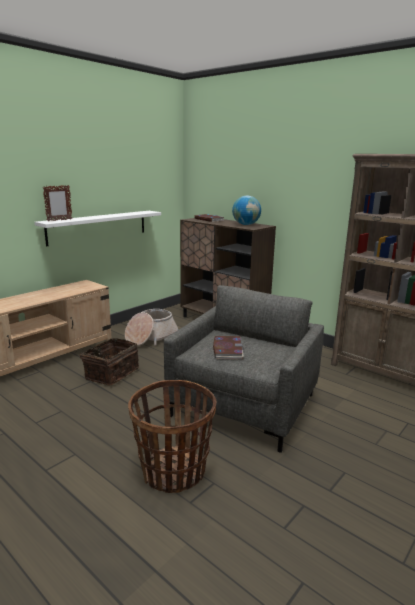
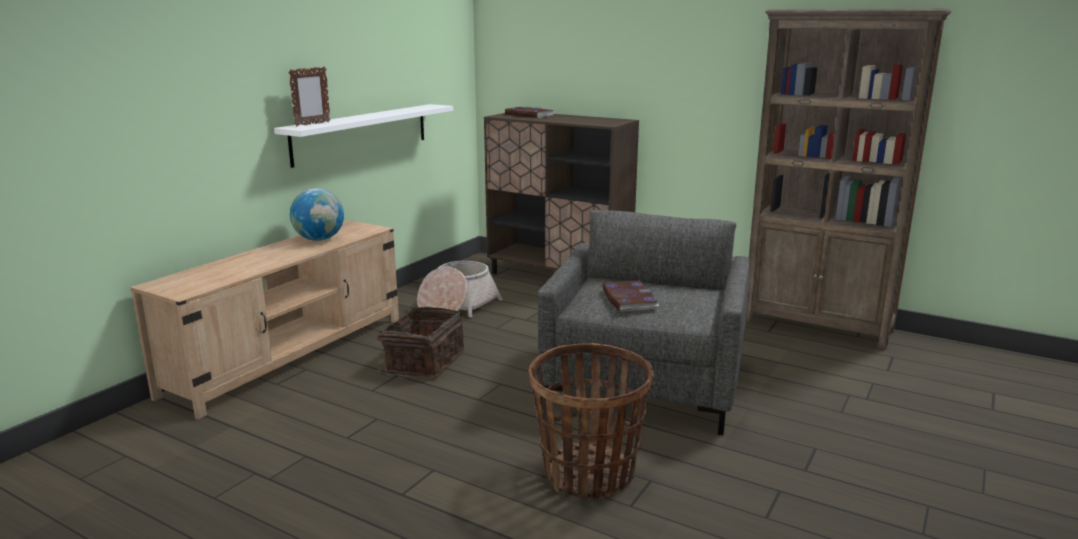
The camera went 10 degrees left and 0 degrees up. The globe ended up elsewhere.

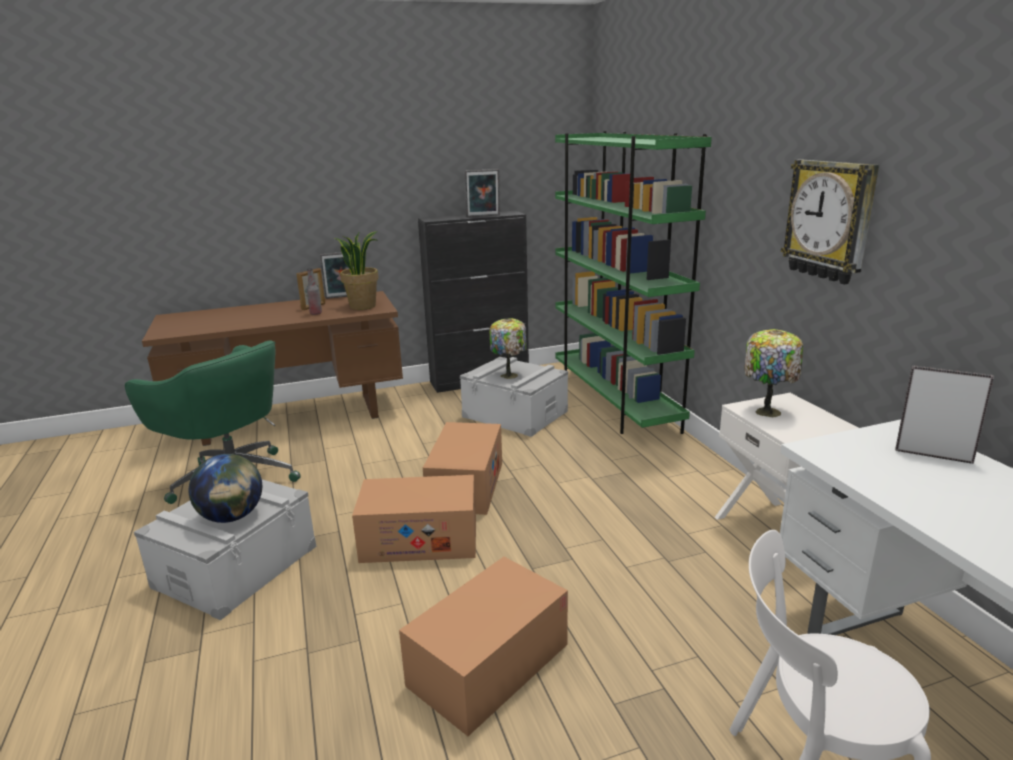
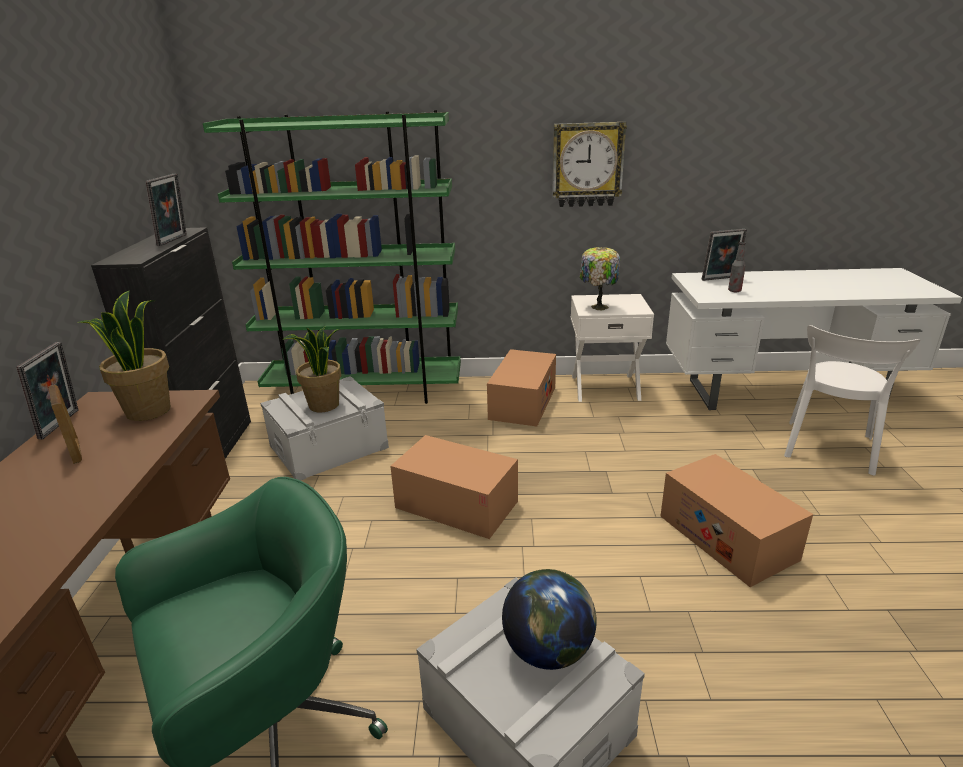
The camera went 70 degrees left and 5 degrees up. The bottle ended up elsewhere. Where the table lamp (1st from left) stood, the plant in a pot (2nd from left) came to stand. The standing frame (4th from left) ended up facing another way, 150 degrees counterclockwise from before. The carton (1st from left in the first image) ended up elsewhere.

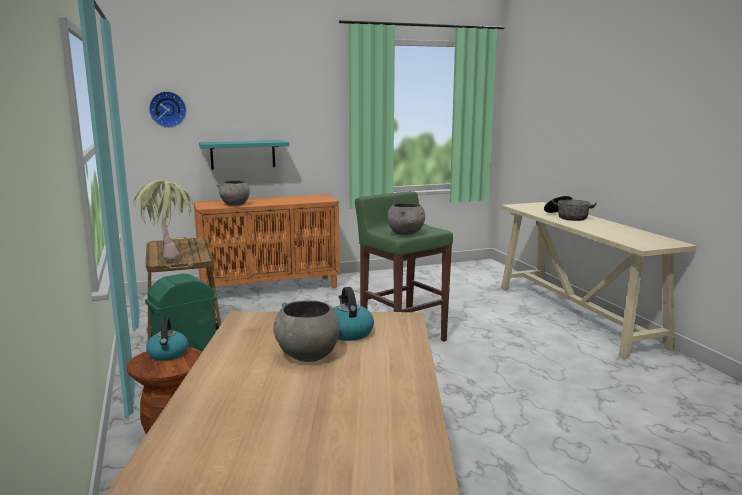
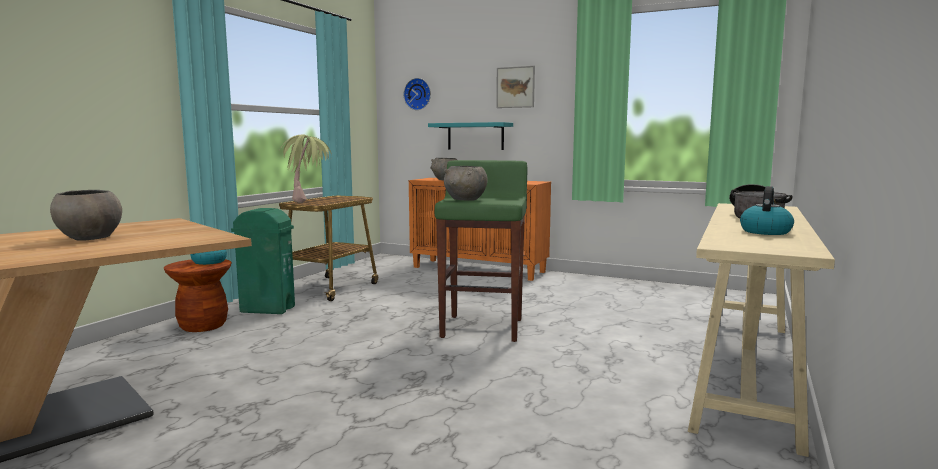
The camera went 45 degrees right and 5 degrees down. The water kettle (2nd from left) ended up elsewhere. The second view gained the wall art.

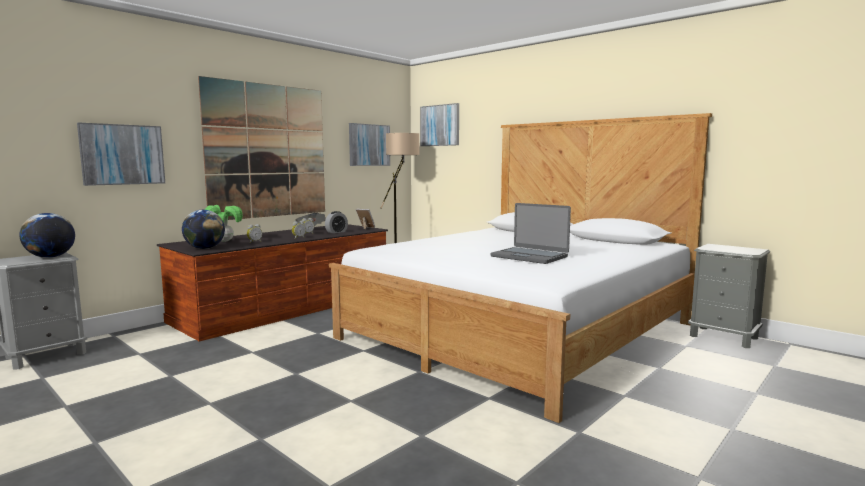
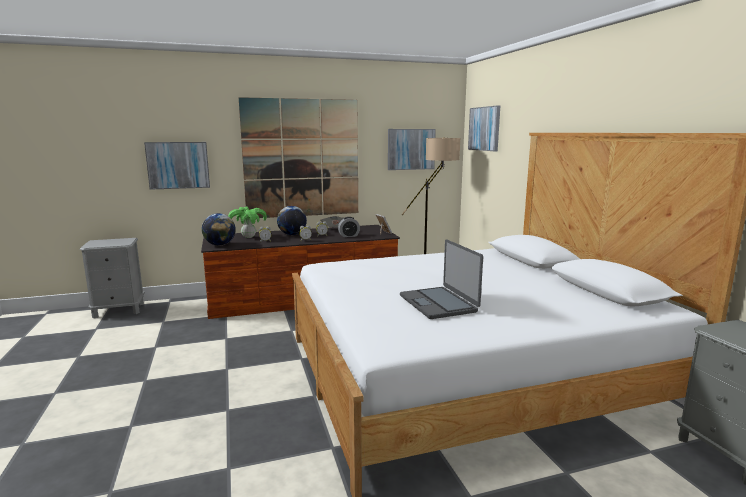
The camera went 30 degrees right and 5 degrees up. The globe (1st from left in the first image) ended up elsewhere.

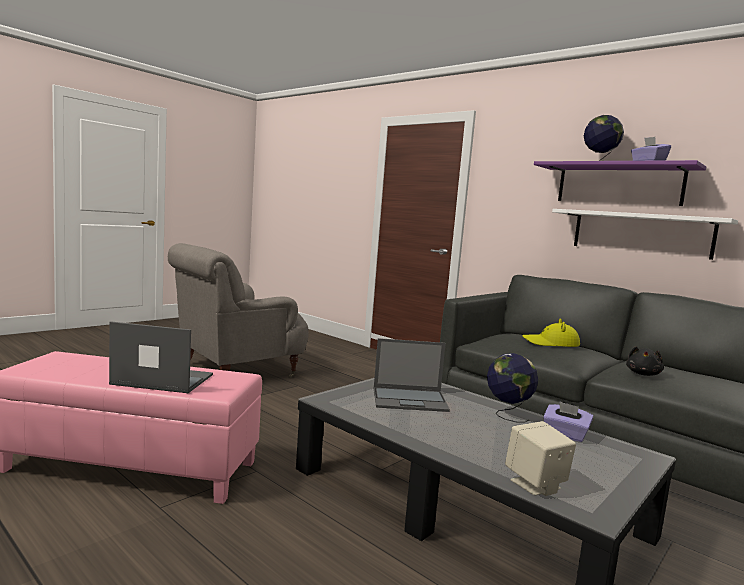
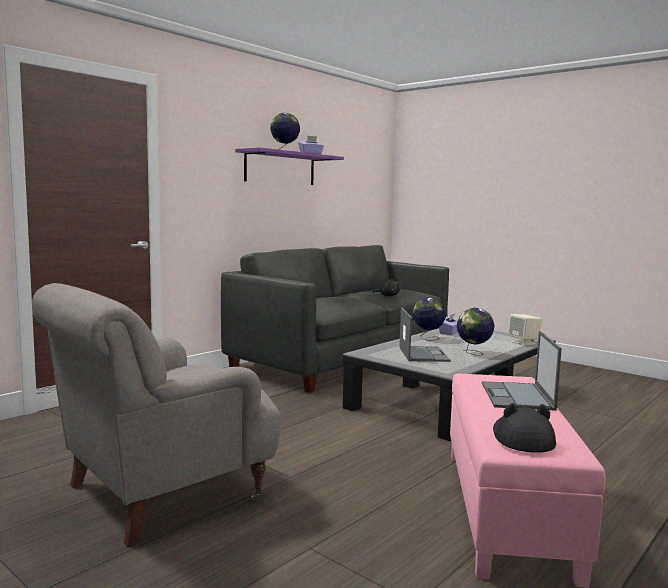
The camera went 90 degrees left and 0 degrees up. The second view lost the shelf/white. The lounge chair/grey ended up facing another way, 90 degrees clockwise from before. The second view lost the clothing hat/yellow. The second view gained the globe (3rd from left). The second view gained the clothing hat/blackish.

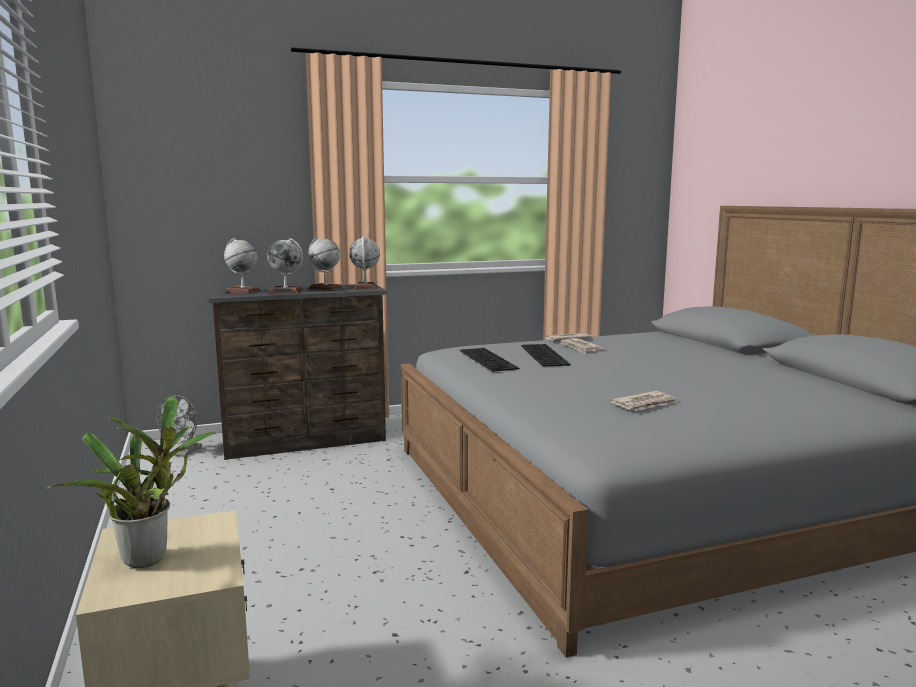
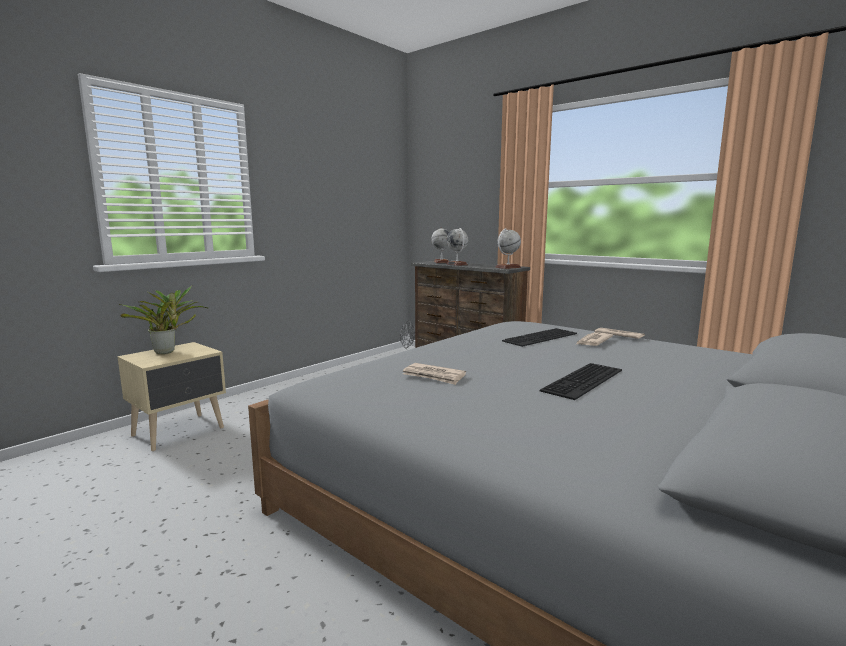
The camera went 60 degrees right and 0 degrees up. The second view lost the globe (3rd from left). The computer keyboard (1st from left in the first image) ended up elsewhere.

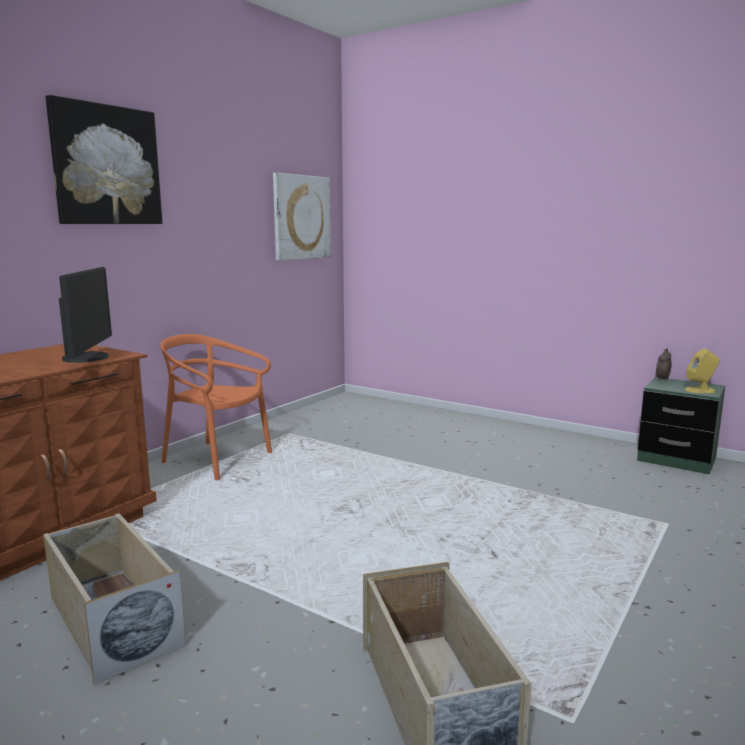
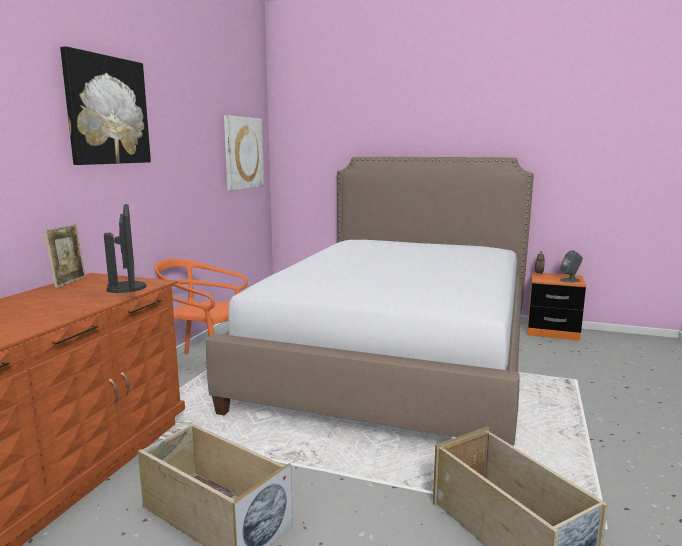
The camera went 15 degrees left and 0 degrees up. What was the loudspeaker/yellow turned into the loudspeaker/grey. What was the nightstand/green-coloured turned into the nightstand/orange-coloured. The second view gained the bed. The second view gained the standing frame.

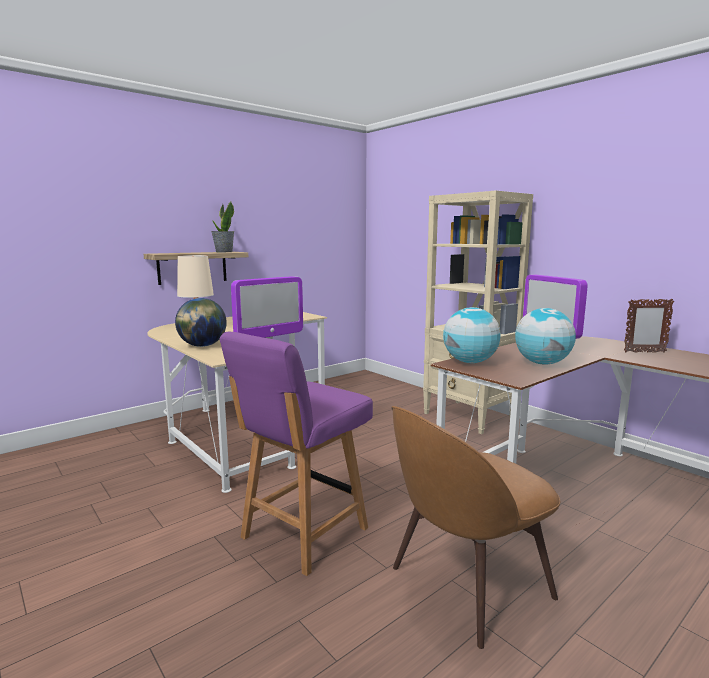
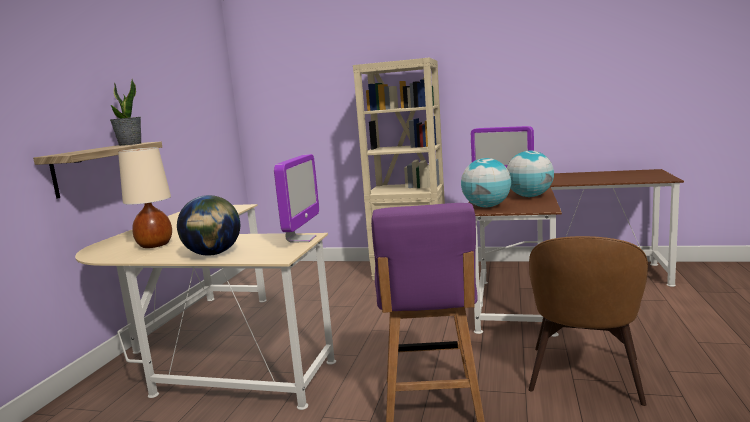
The camera went 35 degrees left and 0 degrees up. The second view lost the standing frame.

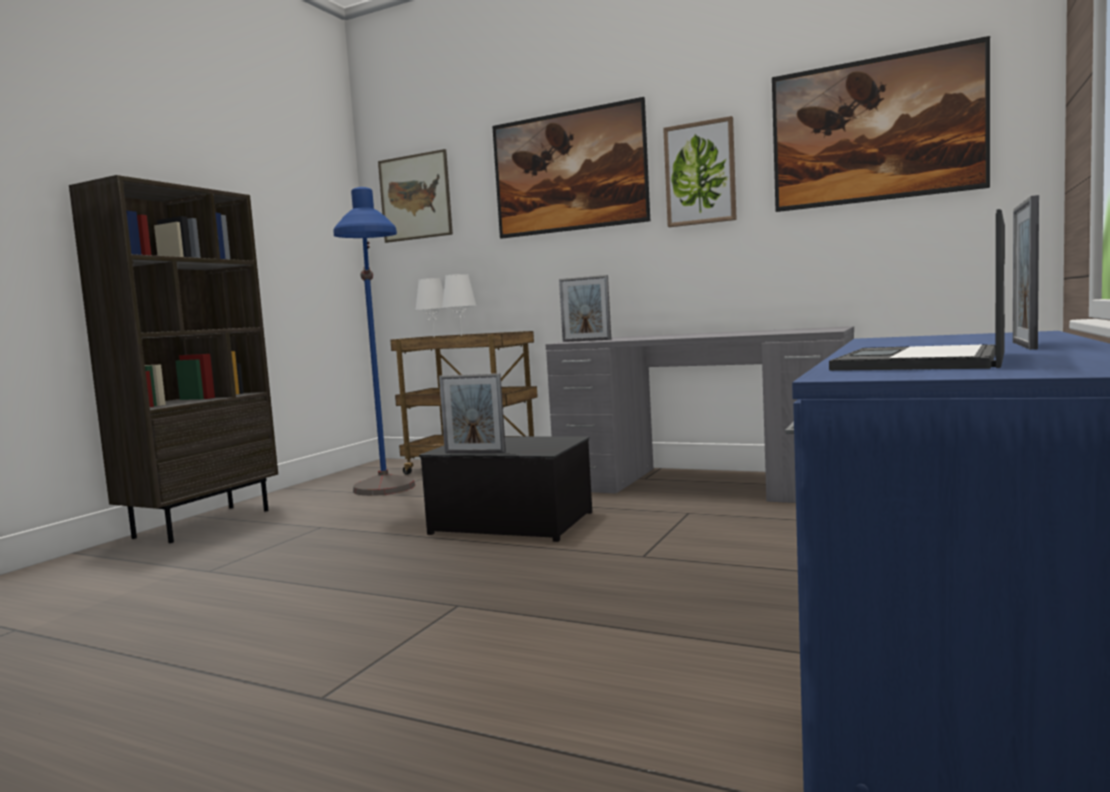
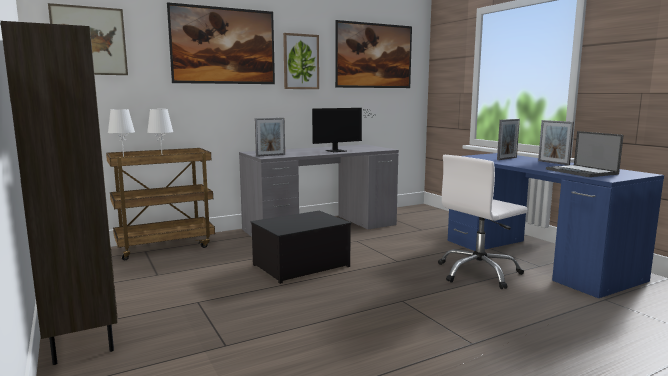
The camera went 55 degrees left and 5 degrees up. The second view lost the standing lamp/blue. The standing frame (1st from left in the first image) ended up elsewhere. The second view gained the computer display. The second view gained the office chair/white.

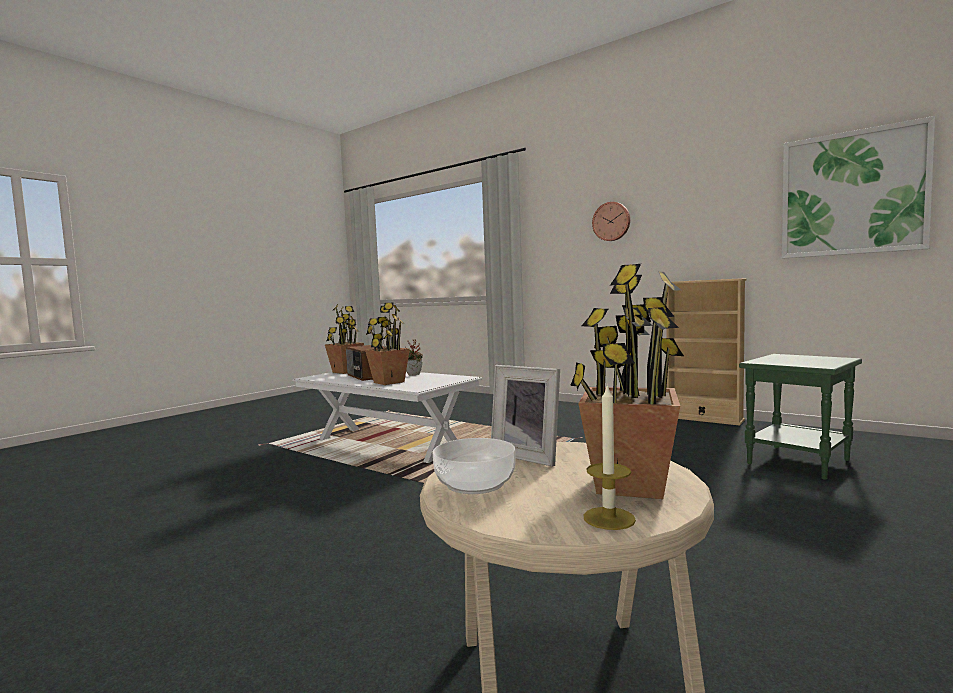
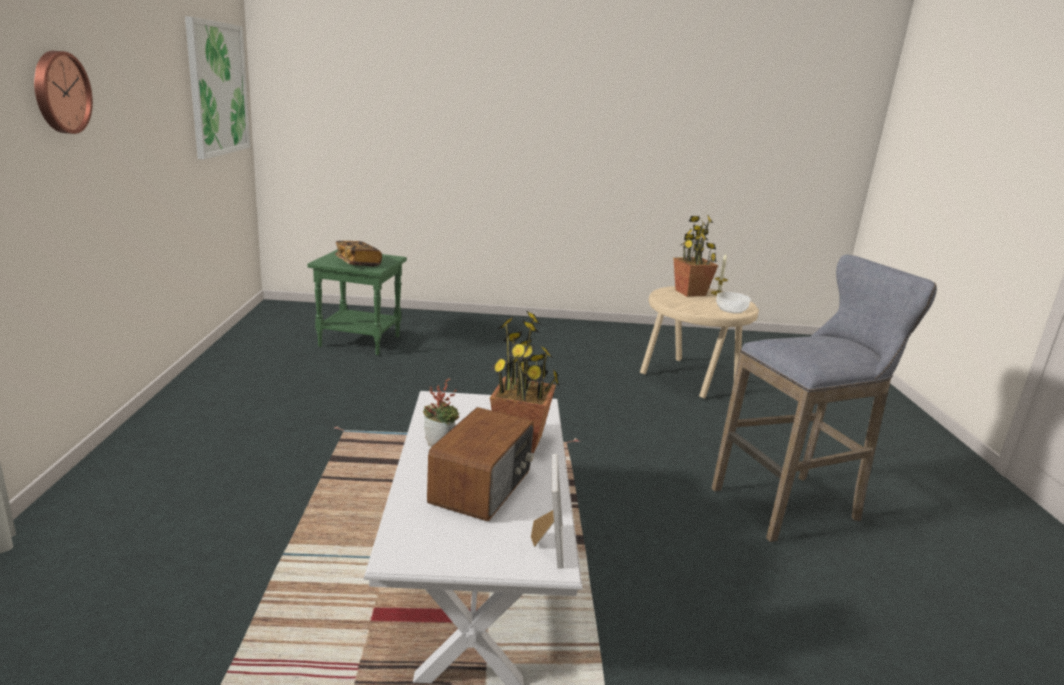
The camera went 130 degrees left and 15 degrees up. The second view lost the bookcase/sand-coloured. The second view lost the plant in a pot (1st from left). The standing frame ended up elsewhere. The second view gained the book. The second view gained the sitting stool/grey.

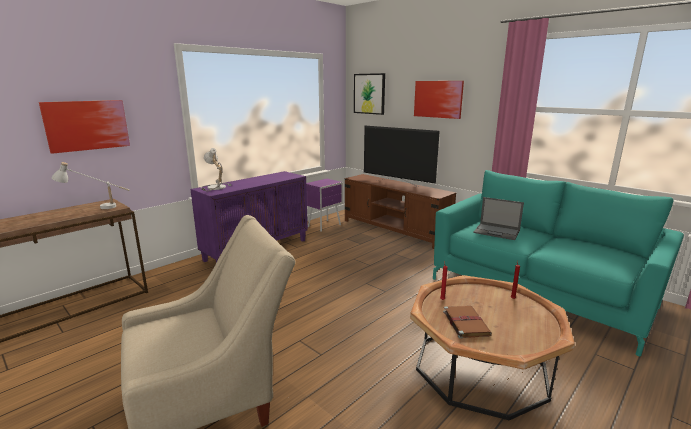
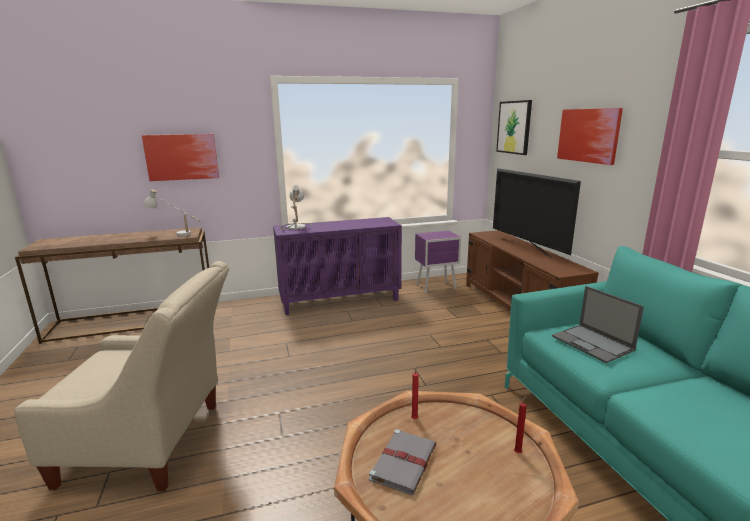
The camera went 30 degrees right and 0 degrees up. What was the book/brownish turned into the book/grey.

